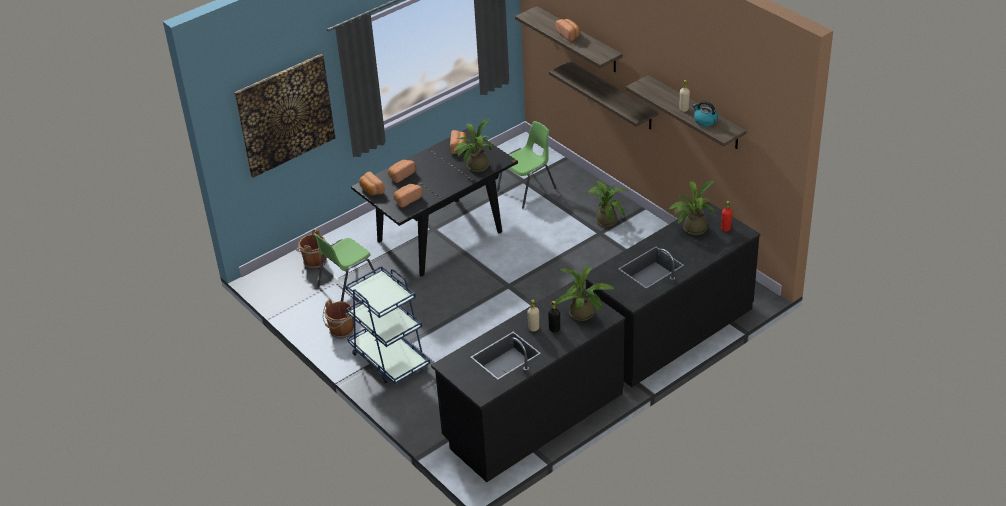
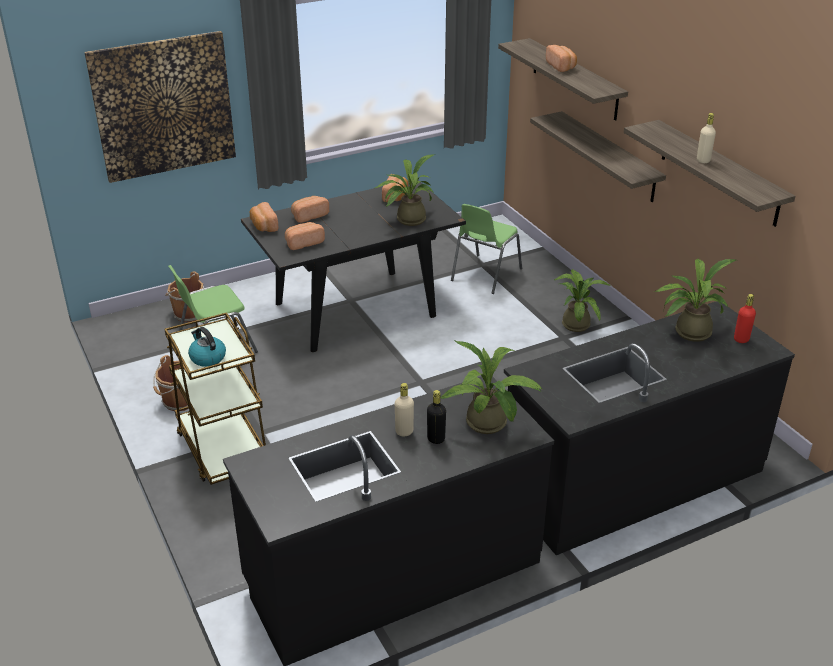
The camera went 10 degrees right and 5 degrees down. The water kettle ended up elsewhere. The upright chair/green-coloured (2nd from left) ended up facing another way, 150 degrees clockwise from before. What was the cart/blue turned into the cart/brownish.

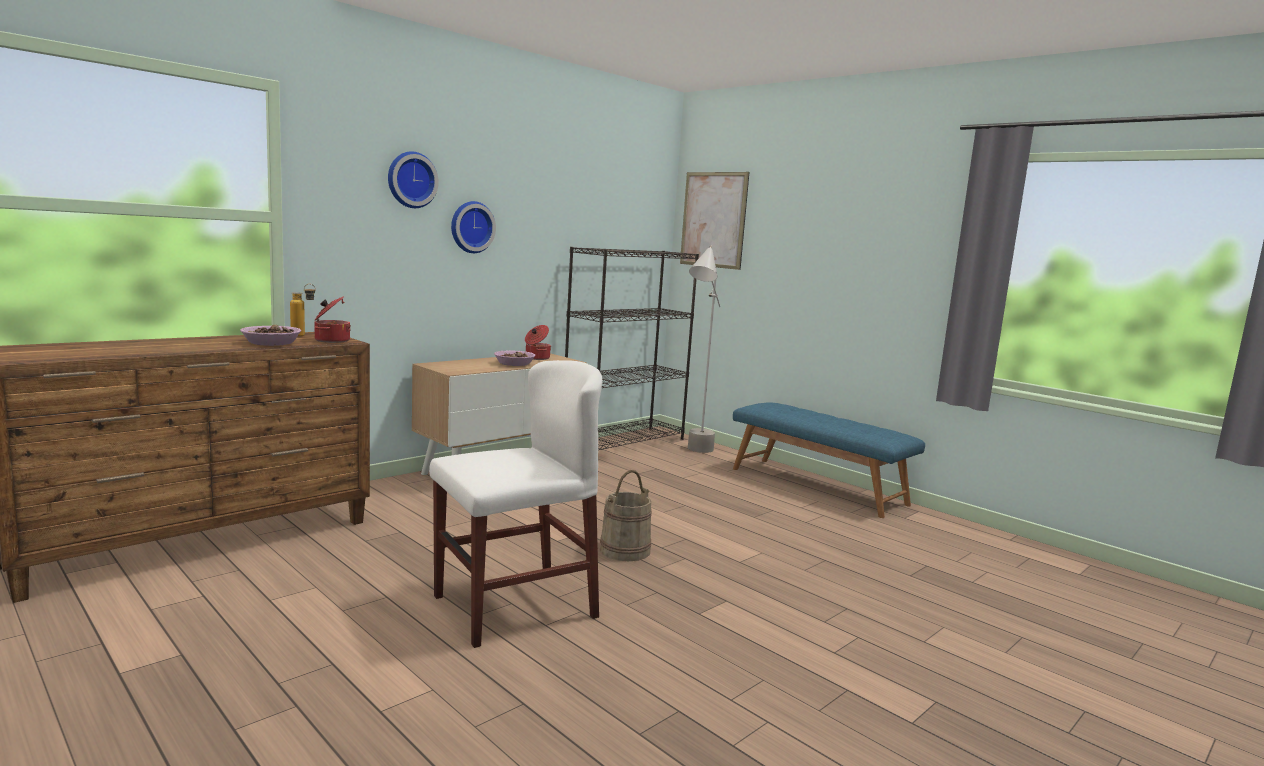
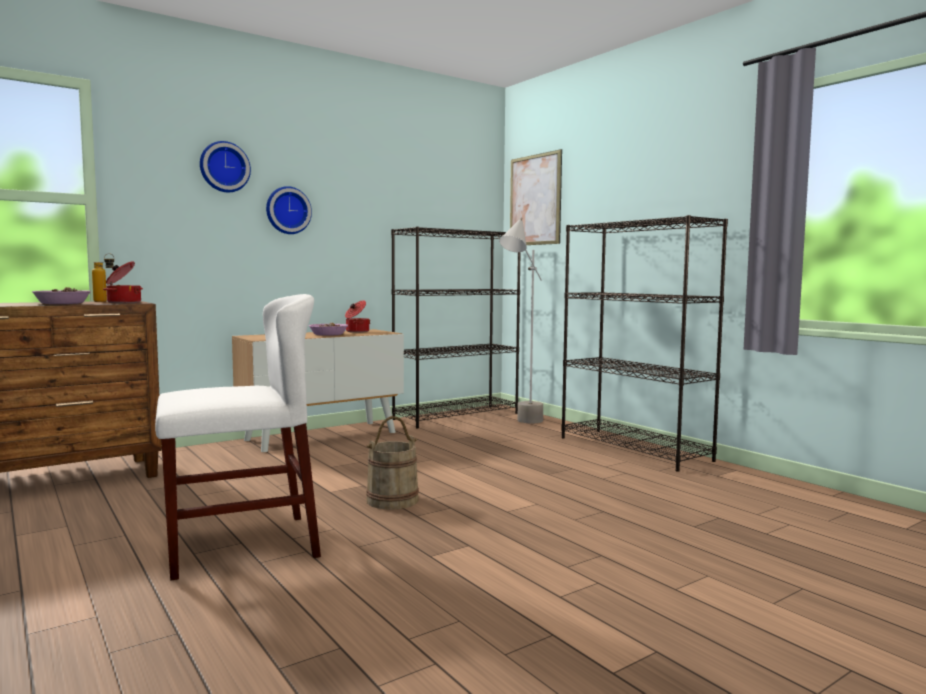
The camera went 10 degrees right and 5 degrees down. Where the long seat/blue stood, the bookcase/blackish (2nd from left) came to stand.

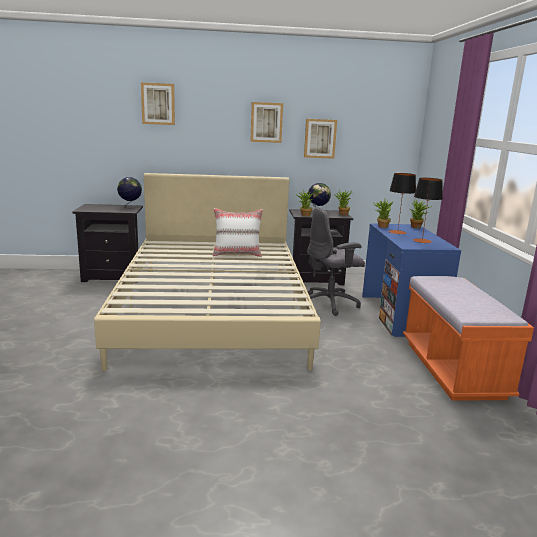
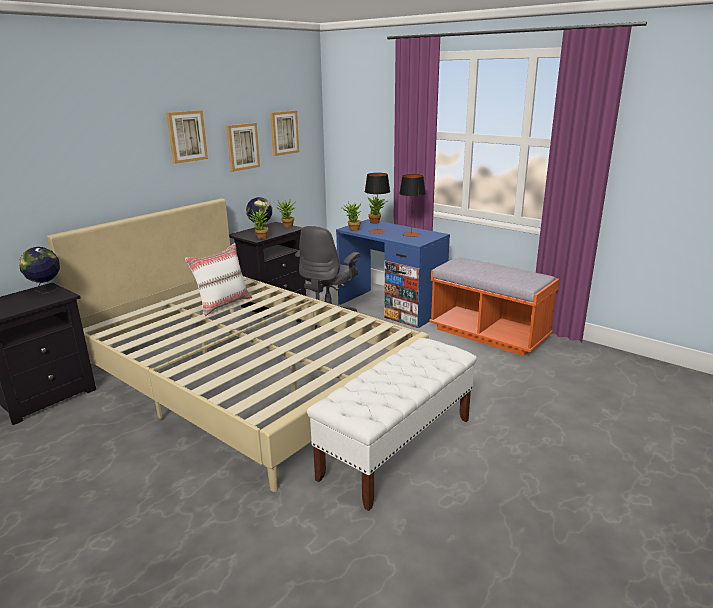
The camera went 45 degrees left and 5 degrees up. The wall art (1st from left in the first image) ended up elsewhere. The second view gained the long seat/white.

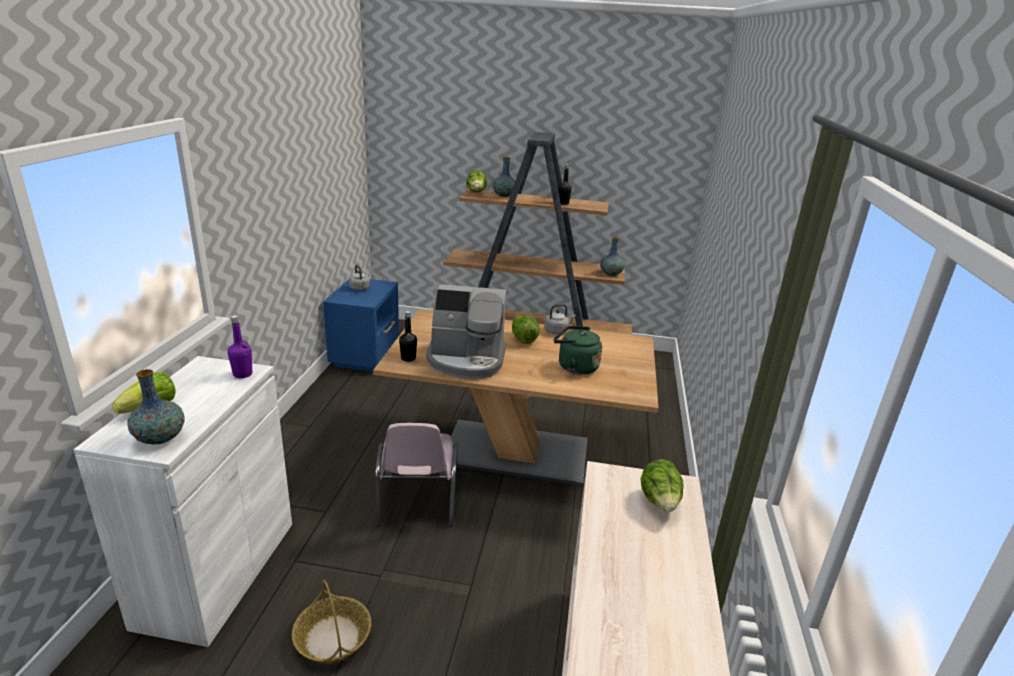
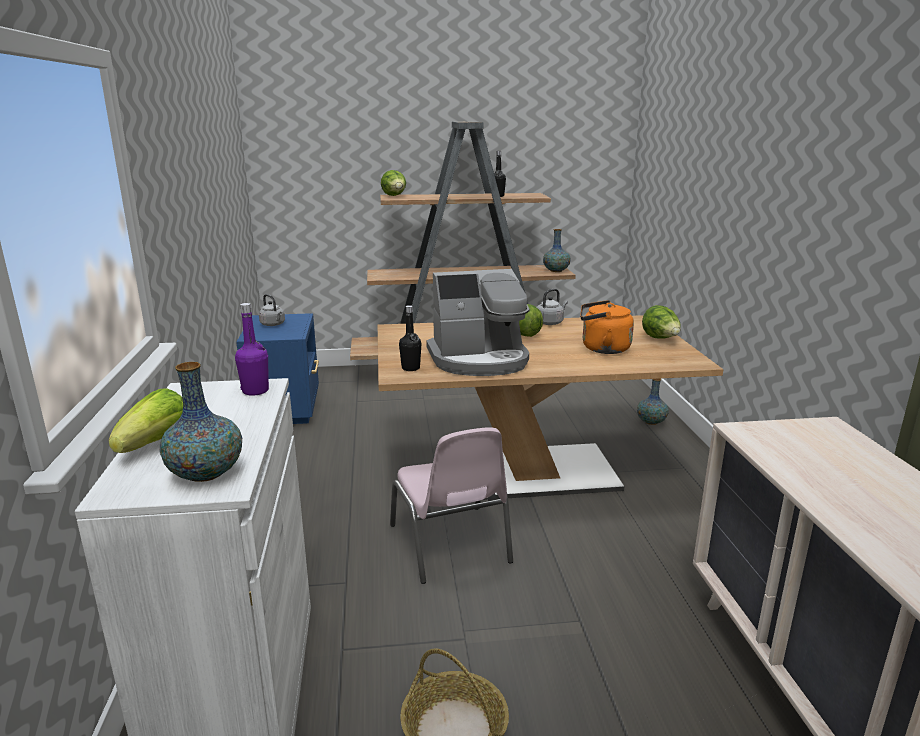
The camera went 15 degrees left and 5 degrees down. The decorative vase (2nd from left in the first image) ended up elsewhere. What was the water kettle/green-coloured turned into the water kettle/orange-coloured. The lettuce head (4th from left) ended up elsewhere.

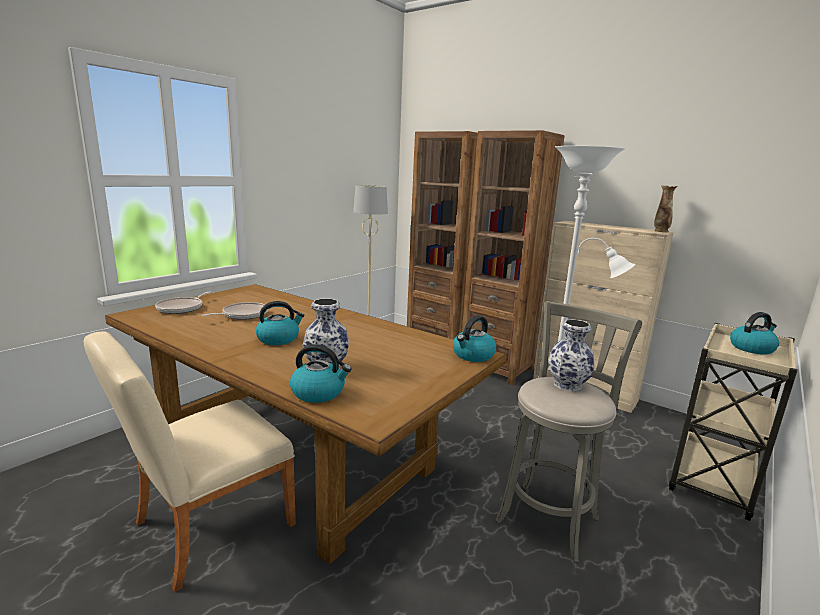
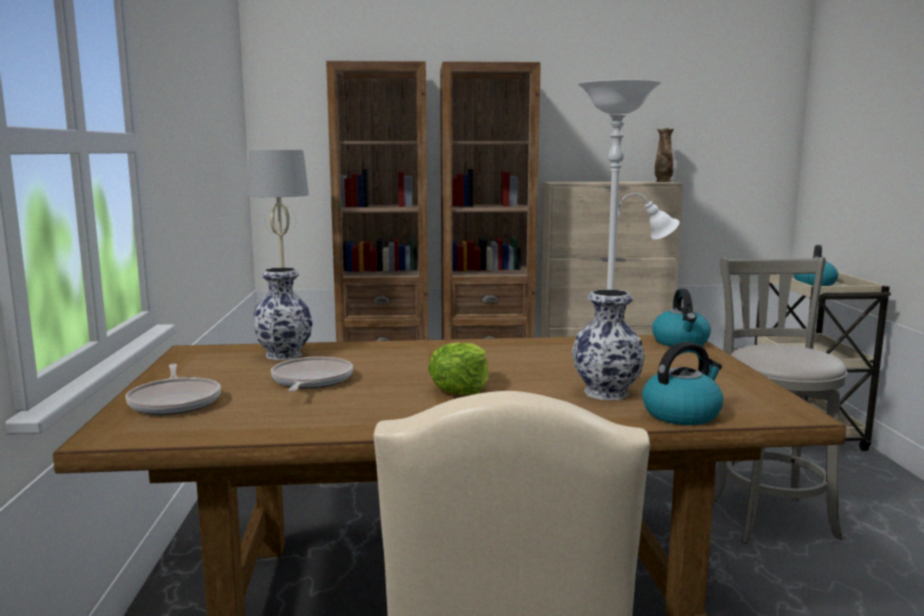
The camera went 40 degrees left and 5 degrees down. Where the water kettle (1st from left) stood, the lettuce head came to stand. The decorative vase (2nd from left in the first image) ended up elsewhere.

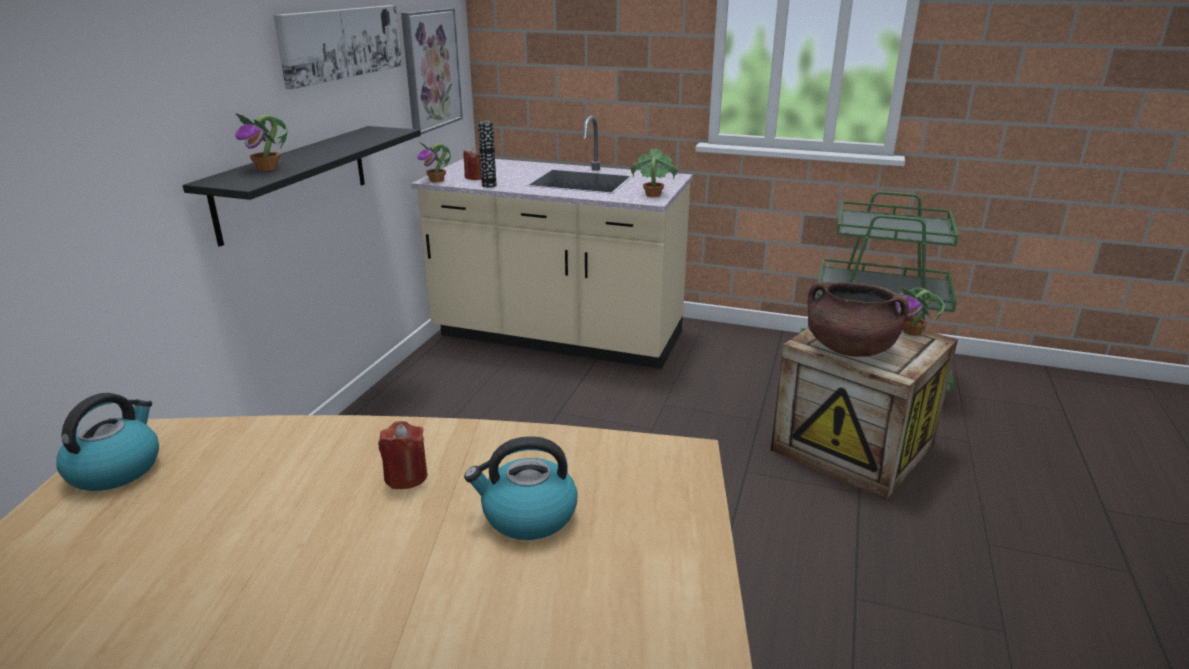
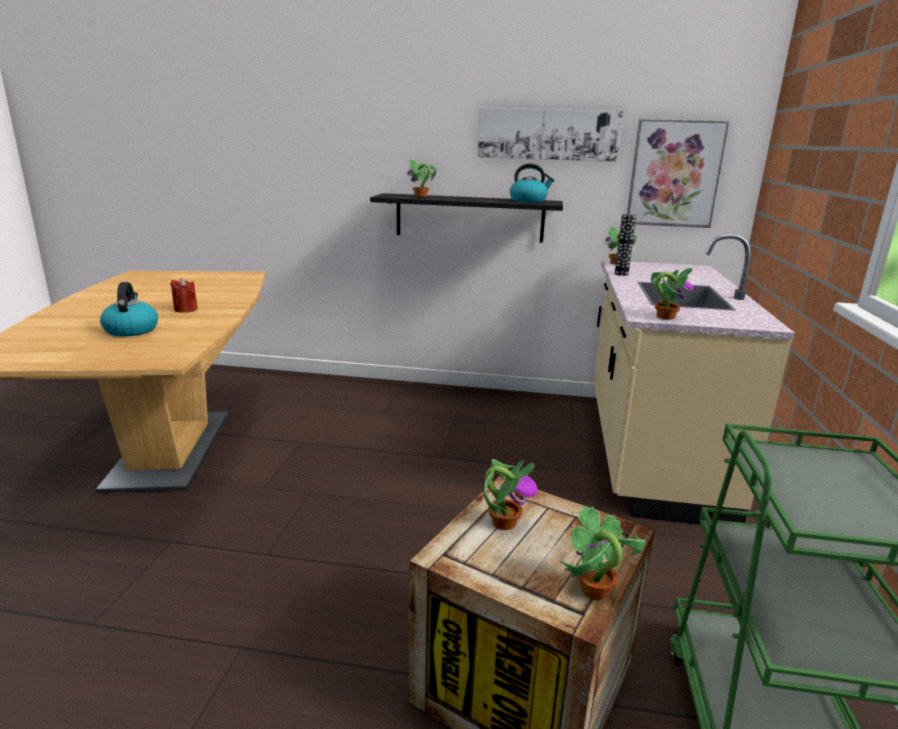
The camera went 80 degrees right and 5 degrees down. The second view lost the candle/red-coloured (2nd from left). Where the stockpot/brownish stood, the plant in a pot (2nd from left) came to stand. The water kettle (1st from left in the first image) ended up elsewhere.

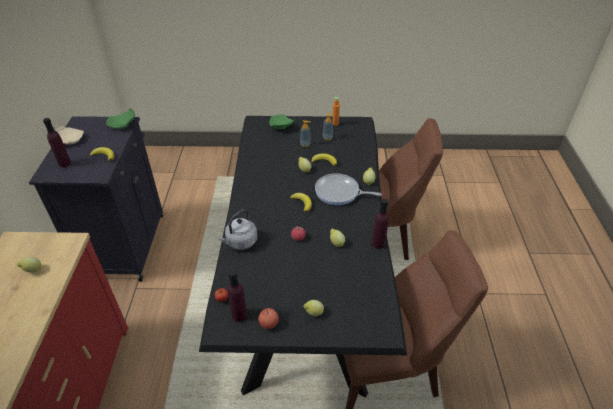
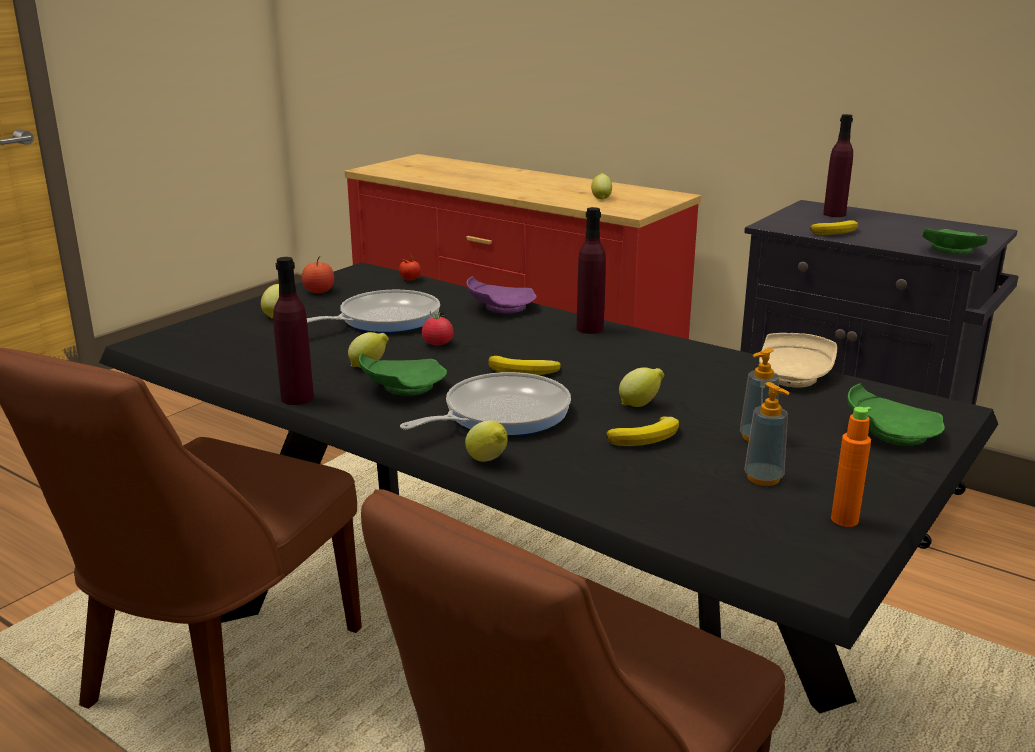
The camera went 125 degrees right and 20 degrees down. The dinner plate/sand-coloured ended up elsewhere. Where the water kettle/grey stood, the dinner plate/purplish came to stand. The bottle/purplish (2nd from left) ended up elsewhere. The second view gained the pan (1st from left). The second view gained the dinner plate/green-coloured (1st from left).

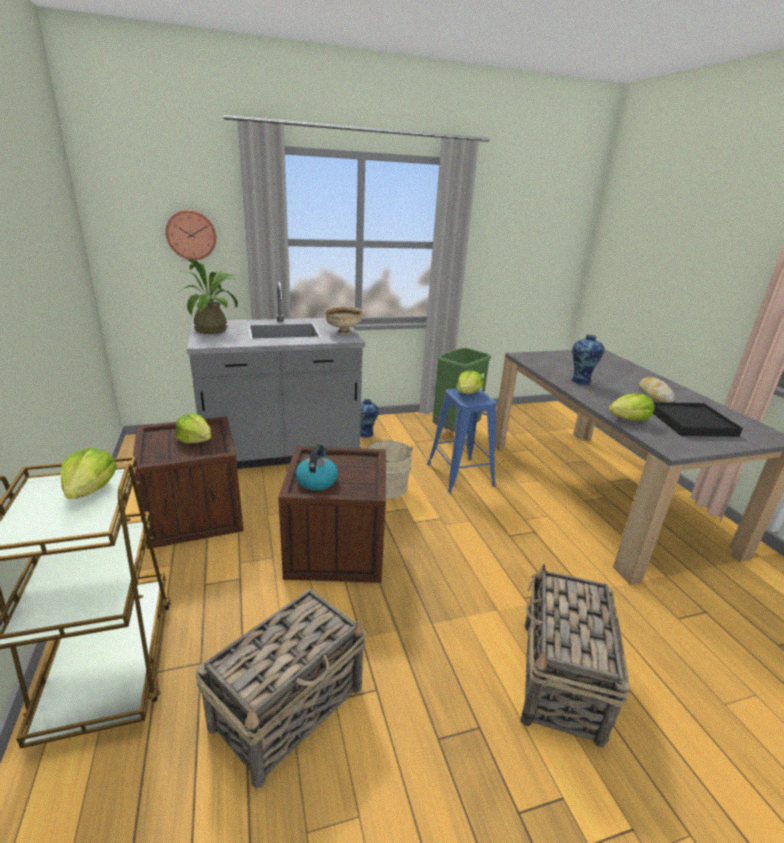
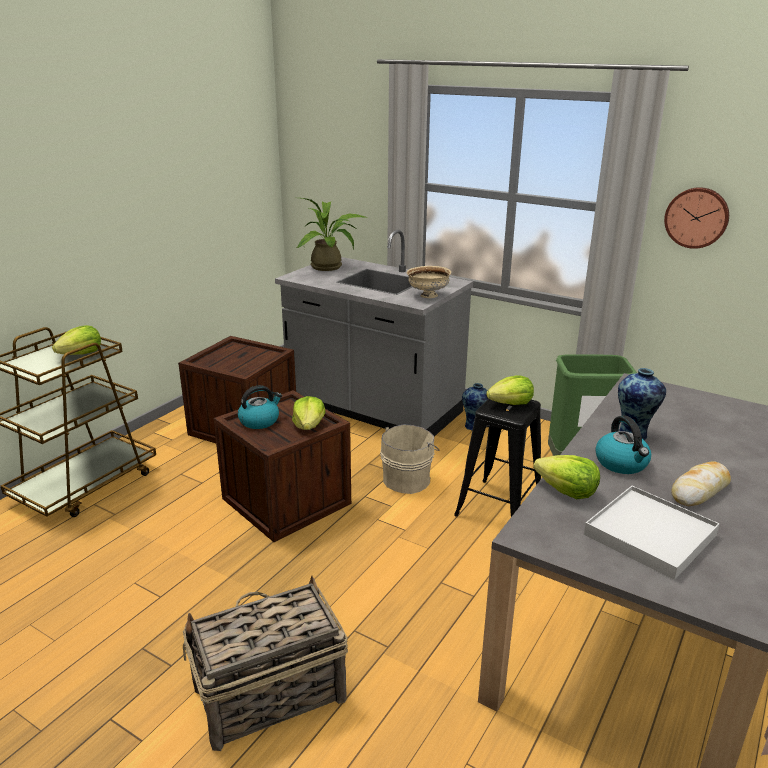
The camera went 50 degrees right and 0 degrees up. The wall clock ended up elsewhere. What was the sitting stool/blue turned into the sitting stool/blackish. What was the serving tray/blackish turned into the serving tray/white. The lettuce head (2nd from left) ended up elsewhere. The second view lost the household basket (1st from left). The second view gained the water kettle (2nd from left).

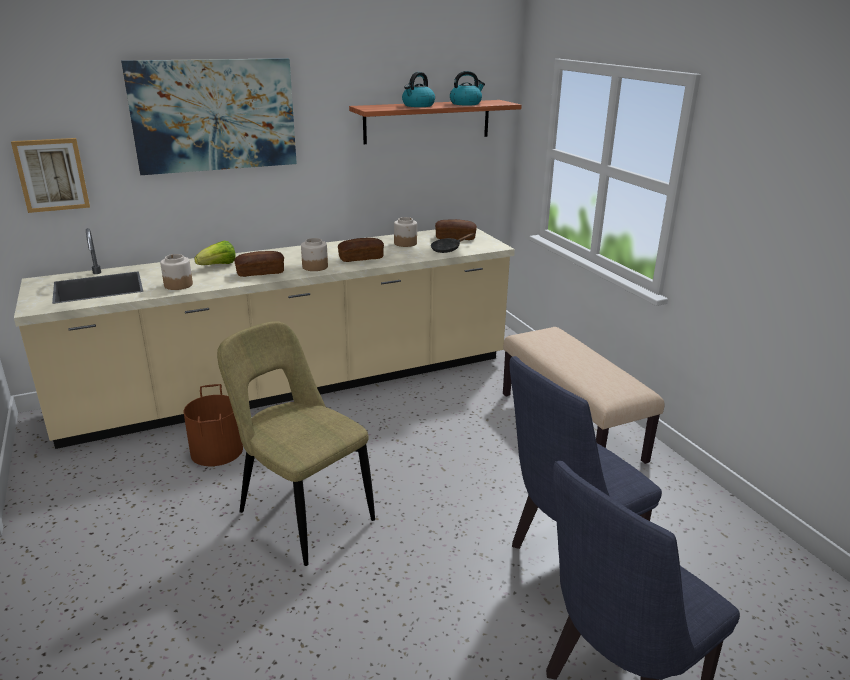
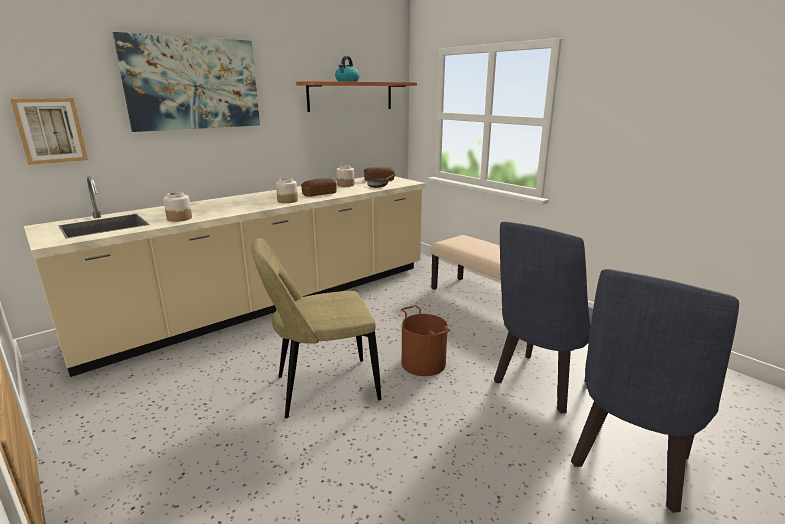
The camera went 15 degrees left and 5 degrees down. The second view lost the water kettle (2nd from left). The second view lost the lettuce head. The second view lost the baked bread (1st from left). The upright chair/sand-coloured ended up facing another way, 45 degrees counterclockwise from before. The water bucket/brownish ended up elsewhere.

